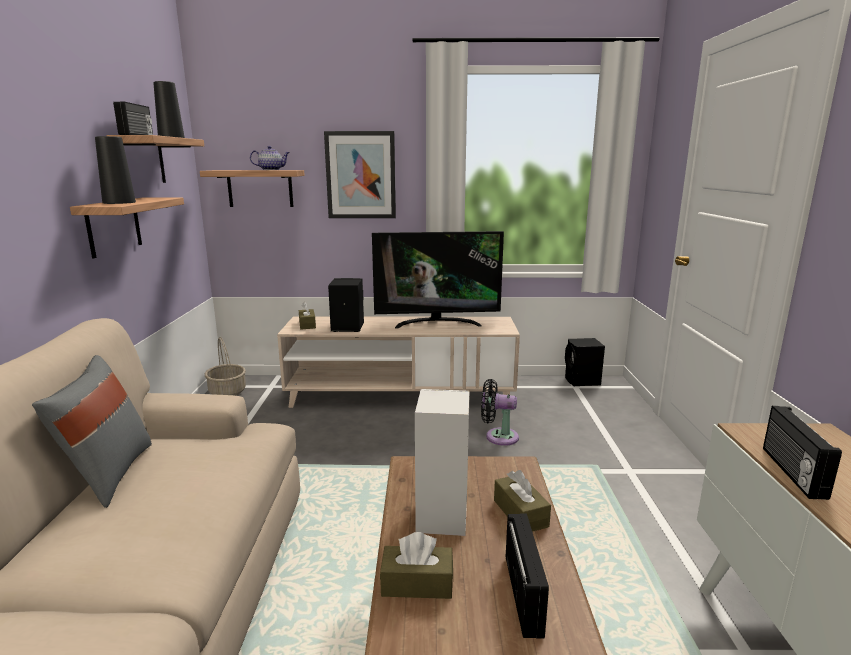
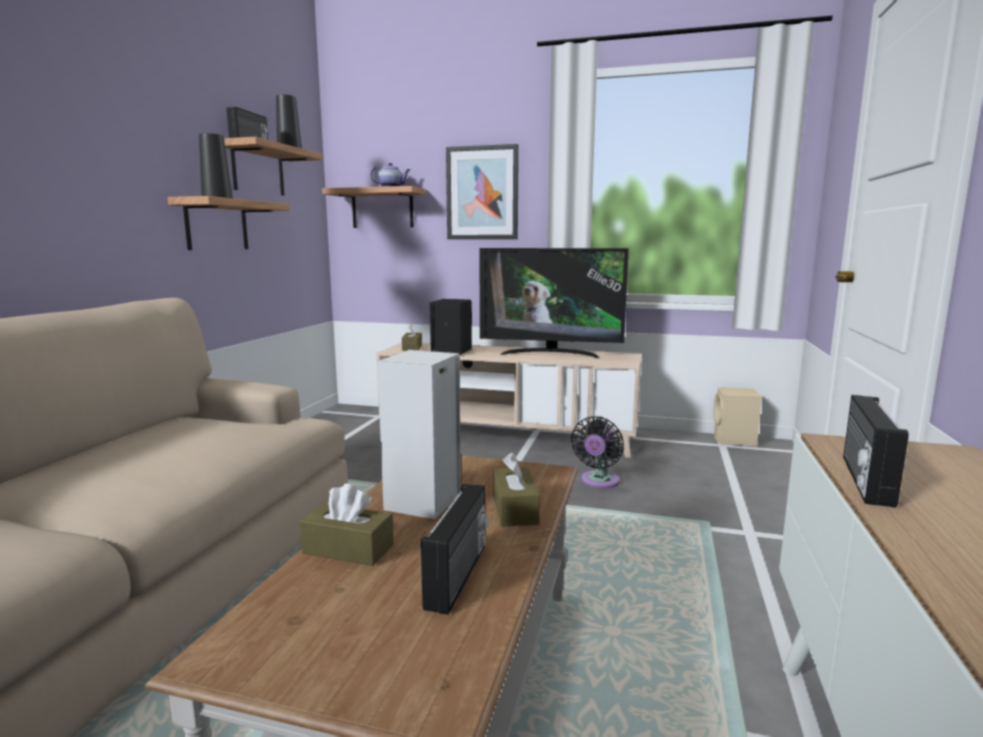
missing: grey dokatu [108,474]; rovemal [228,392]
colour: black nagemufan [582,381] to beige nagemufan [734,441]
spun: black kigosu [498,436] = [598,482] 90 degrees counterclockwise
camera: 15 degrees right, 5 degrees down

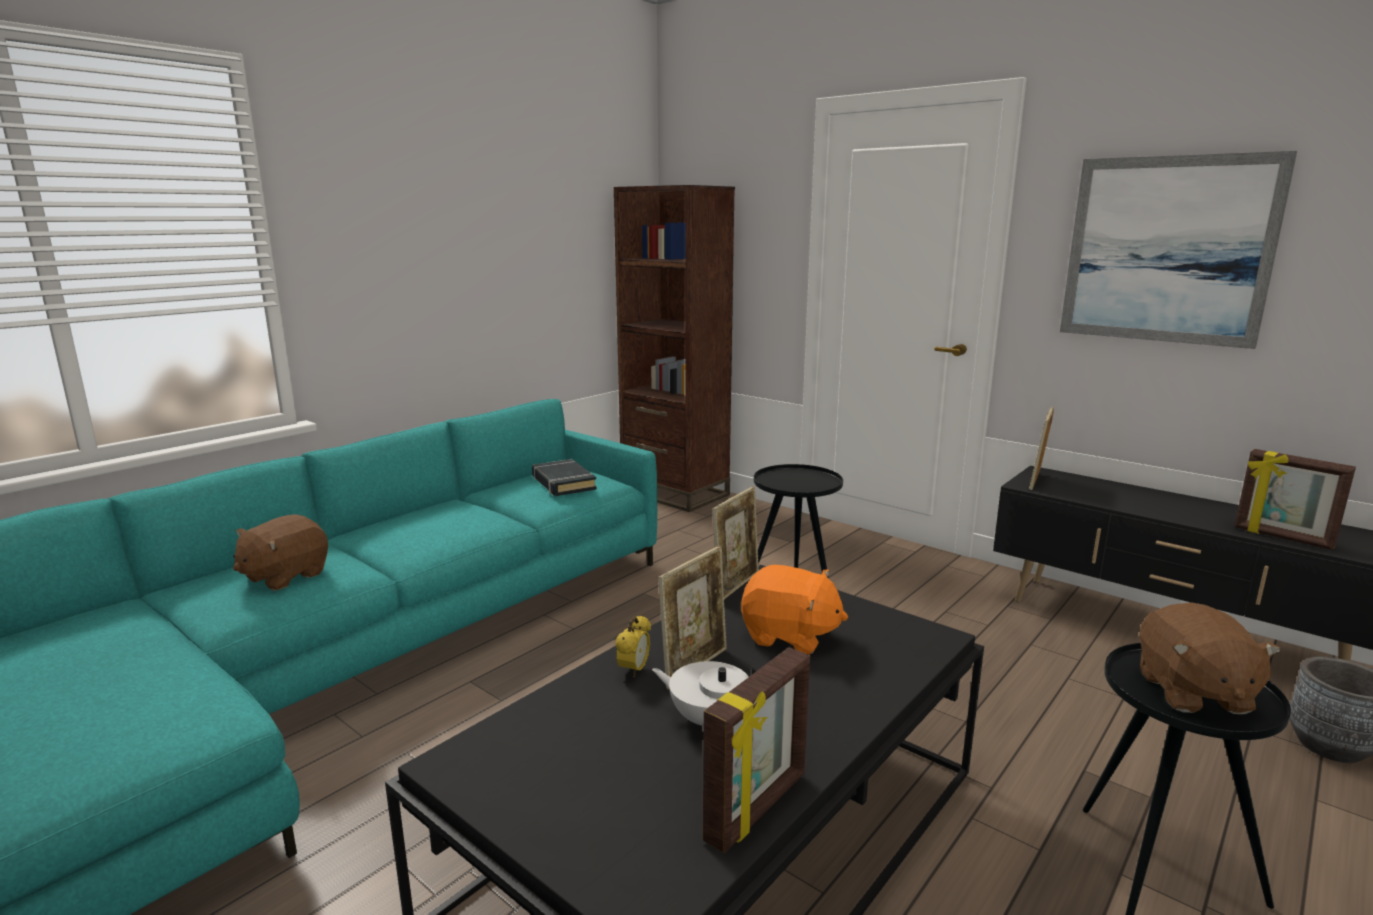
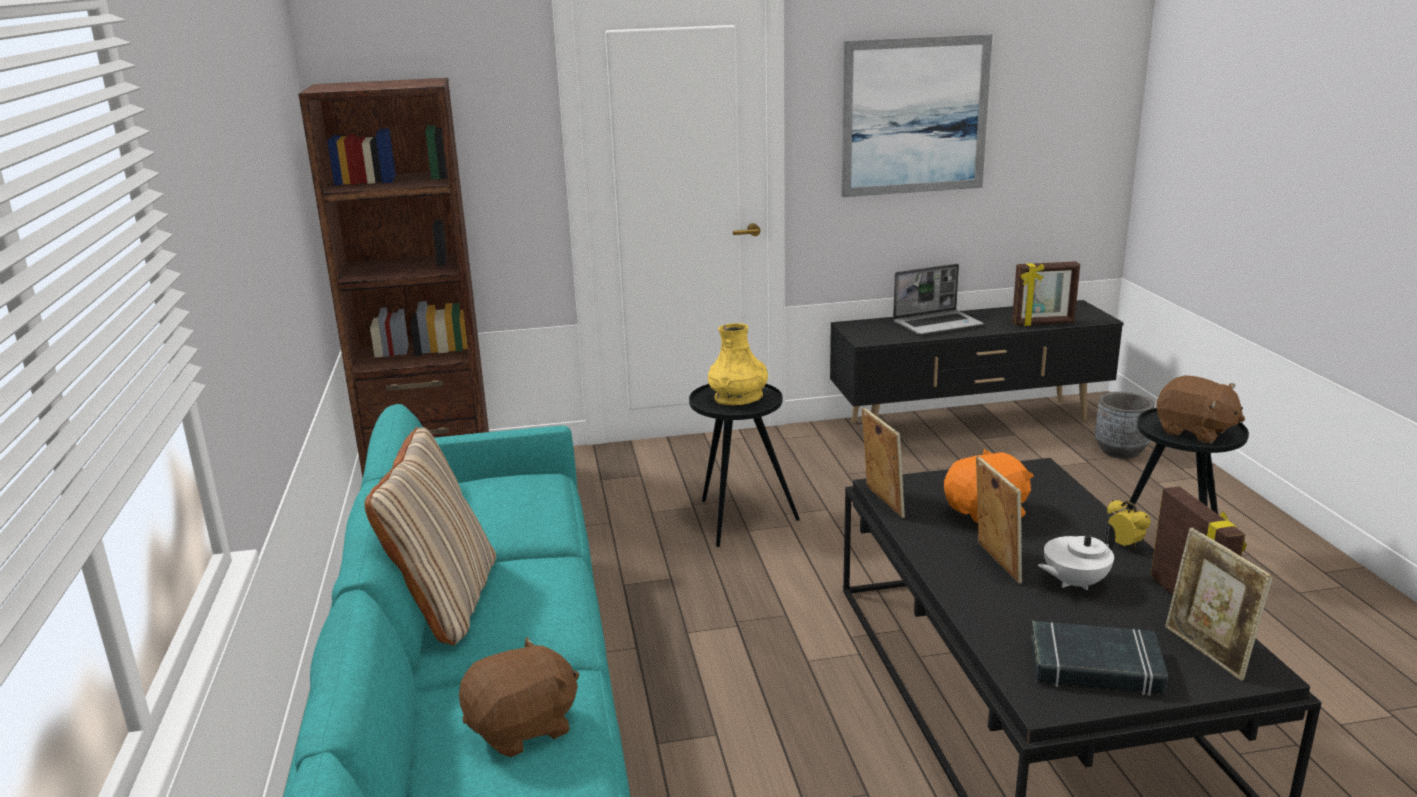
appeared: beige dokatu [445,602]; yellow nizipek [738,398]; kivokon [937,324]
relocated: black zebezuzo [563,483] to [1095,667]; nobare [634,670] to [1124,545]; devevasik [1036,481] to [1207,652]
spun: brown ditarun [285,576] = [523,728] 105 degrees counterclockwise
camera: 50 degrees left, 5 degrees up

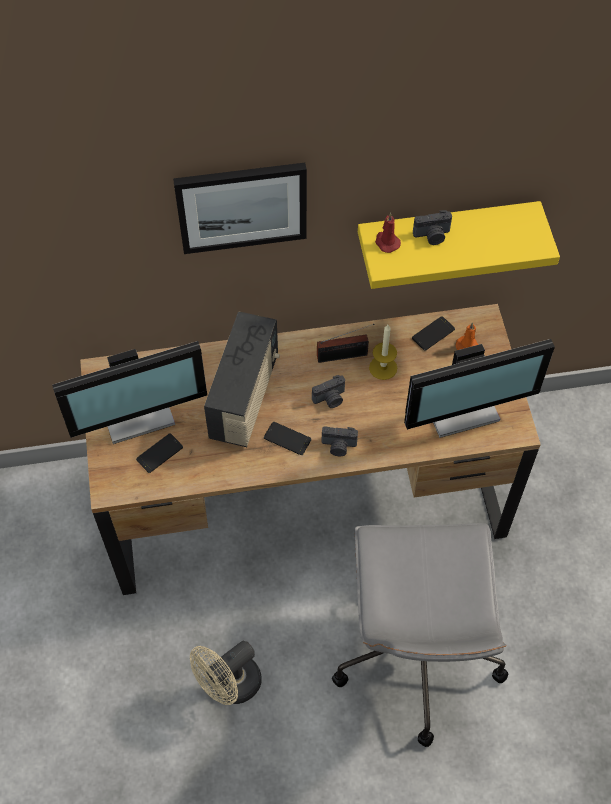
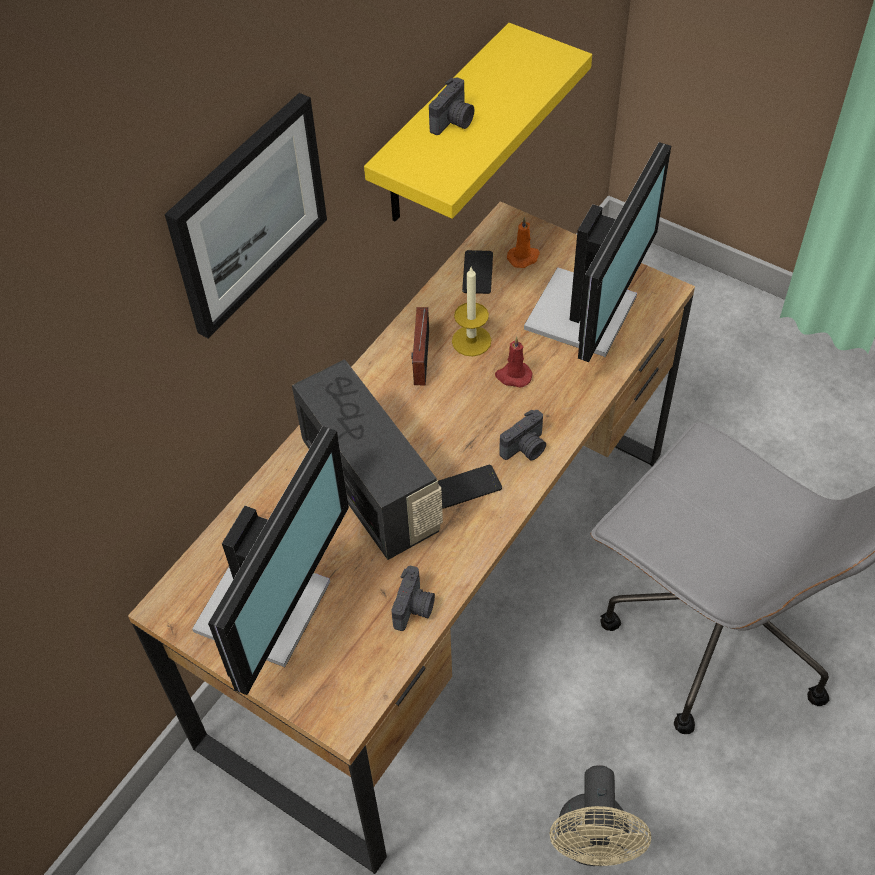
missing: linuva [159,453]
relocated: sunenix [330,399] to [414,608]; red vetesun [386,242] to [513,376]
spun: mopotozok [345,355] = [420,361] 150 degrees clockwise
camera: 45 degrees left, 5 degrees down

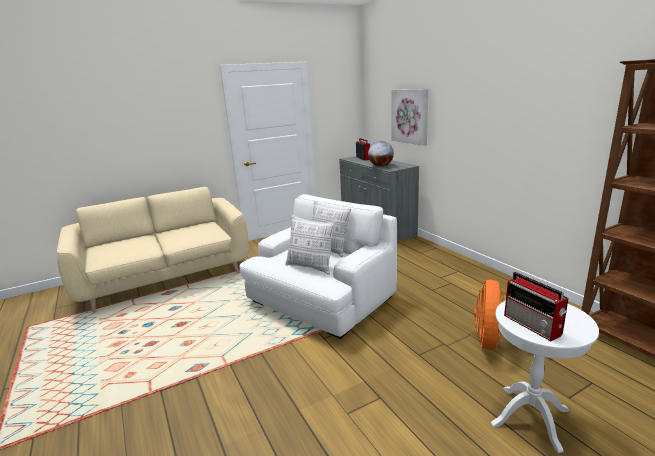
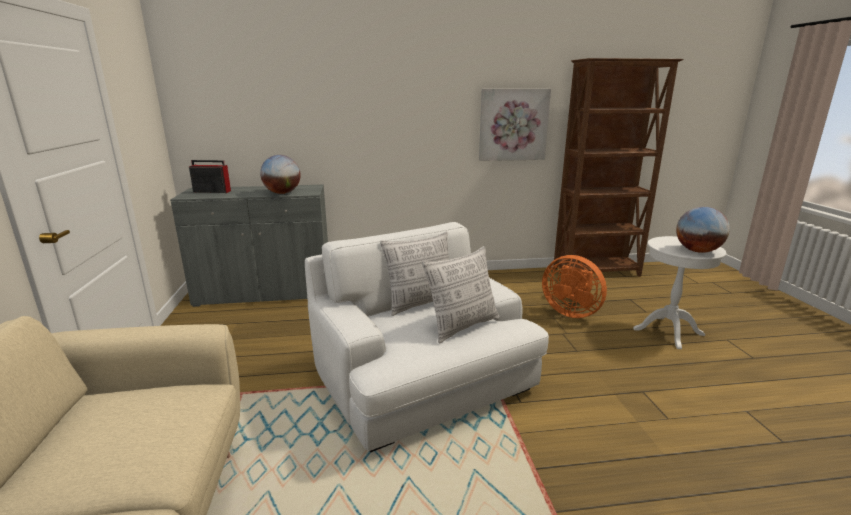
relocated: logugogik [410,116] to [513,125]
exchanged: mopotozok [533,326] to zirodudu [697,251]
camera: 70 degrees left, 0 degrees up

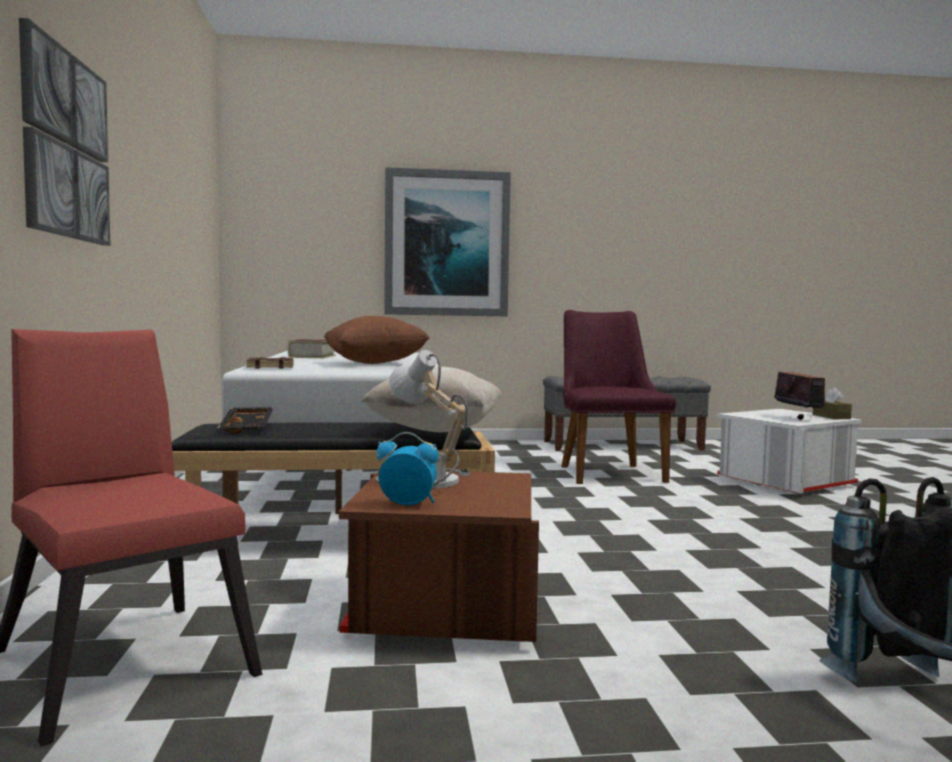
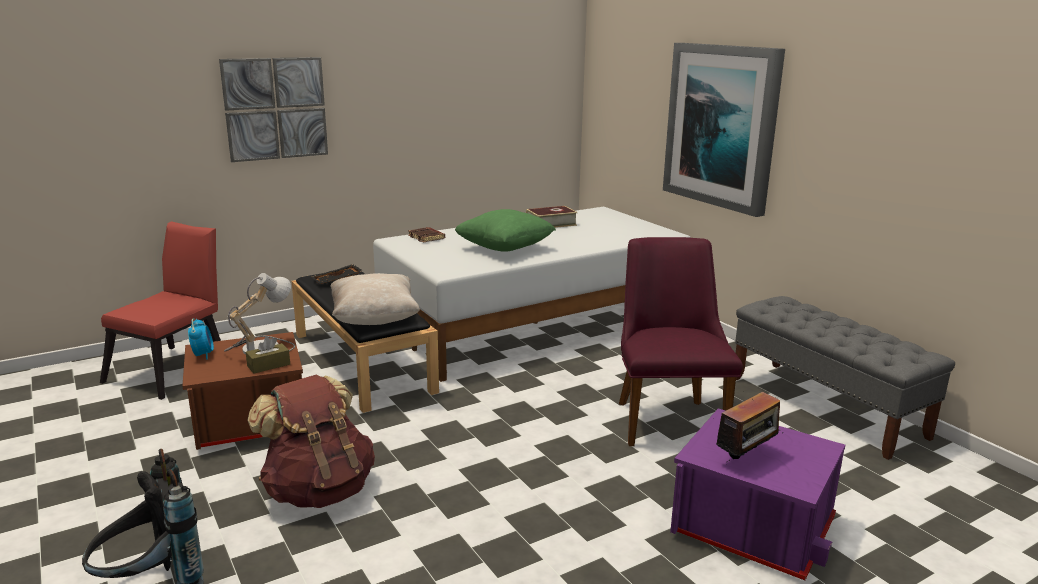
appeared: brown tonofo [319,490]
relocated: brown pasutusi [831,416] to [268,365]
colour: brown dokatu [375,364] to green dokatu [504,249]; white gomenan [783,482] to purple gomenan [752,525]
spun: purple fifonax [607,472] = [666,417] 60 degrees counterclockwise
camera: 65 degrees right, 15 degrees up

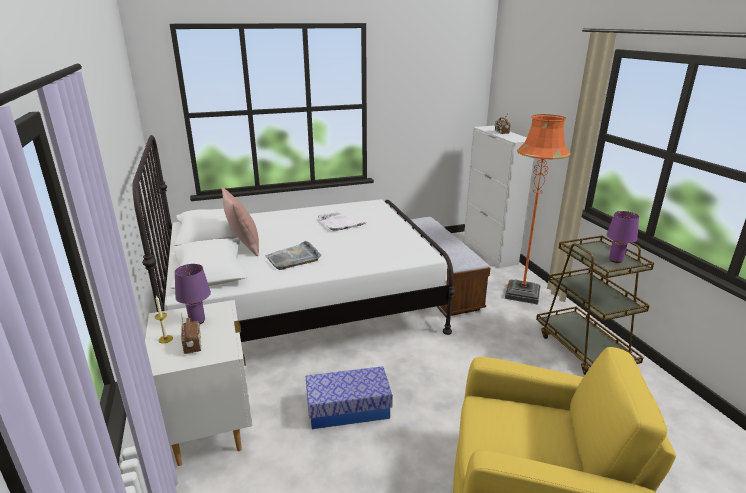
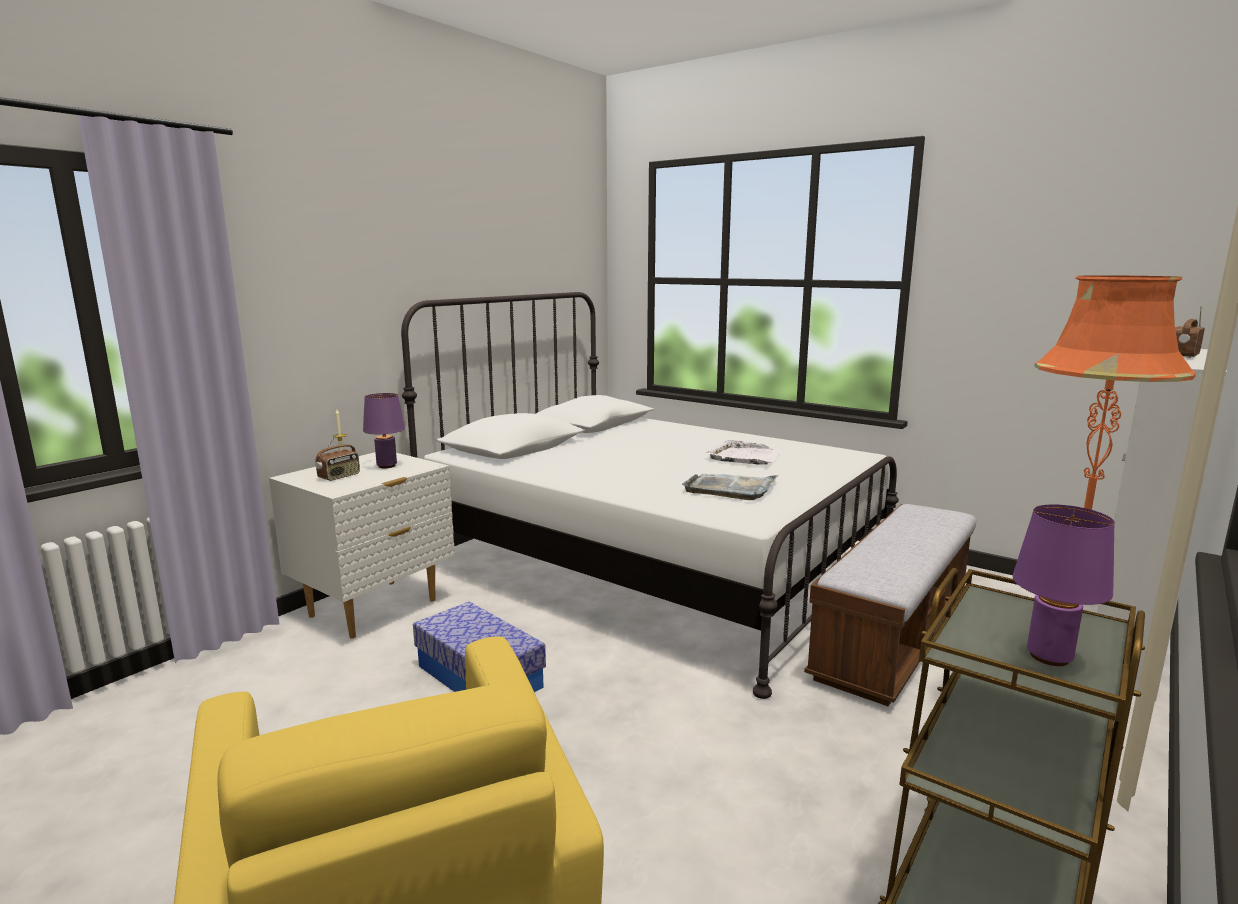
missing: pink dokatu [243,246]
relocated: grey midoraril [293,258] to [731,488]
camera: 55 degrees right, 10 degrees down

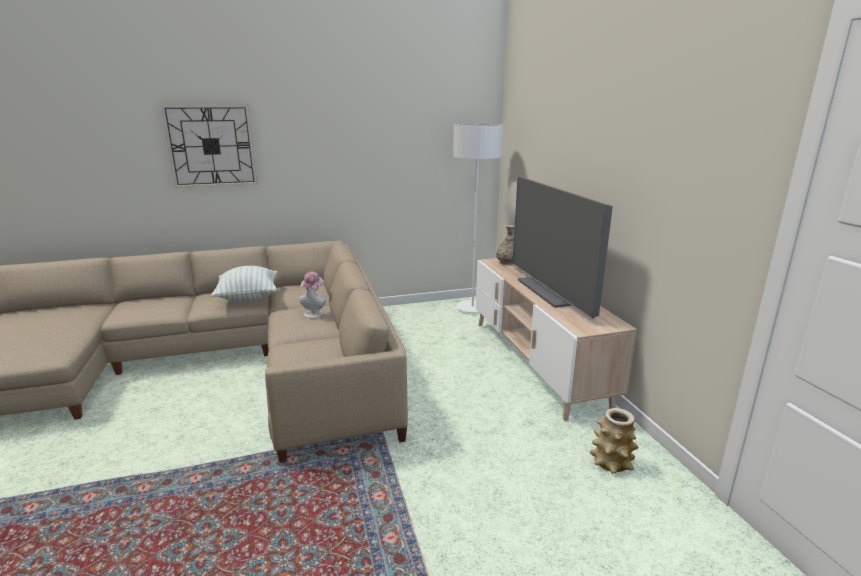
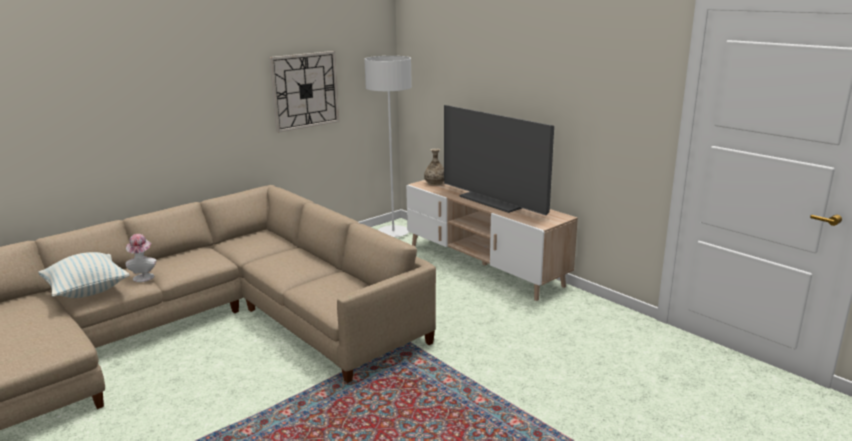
missing: nizipek [611,462]
relocated: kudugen [211,146] to [305,91]; dokatu [248,298] to [87,291]; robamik [314,313] to [144,276]
camera: 25 degrees left, 0 degrees up

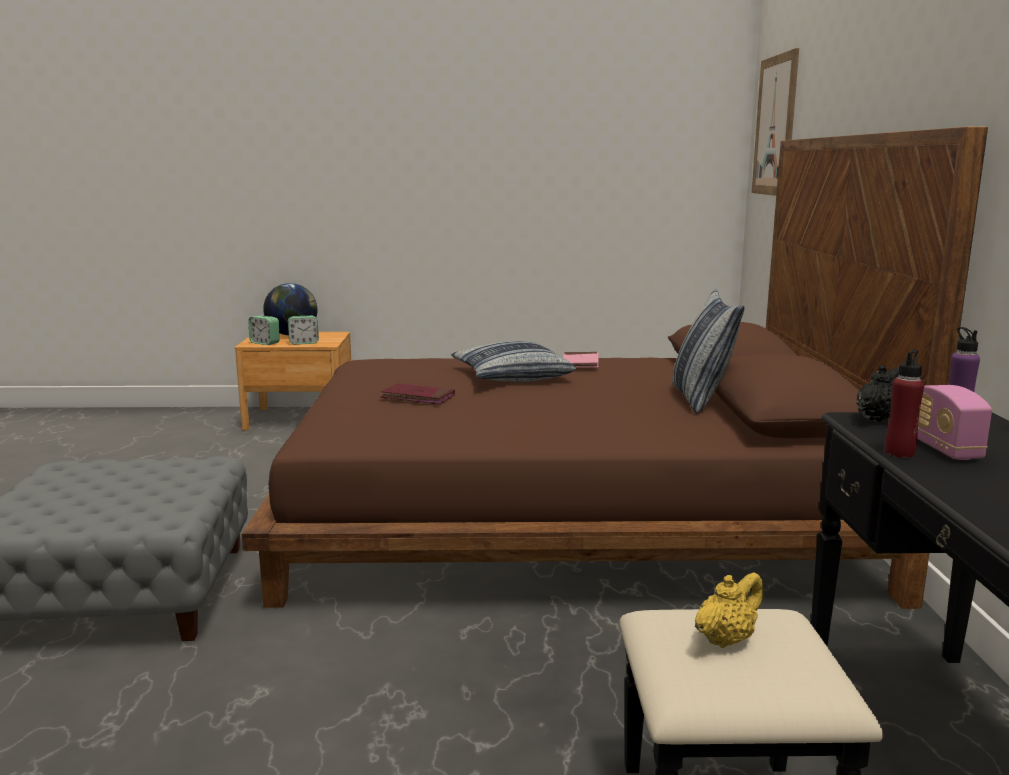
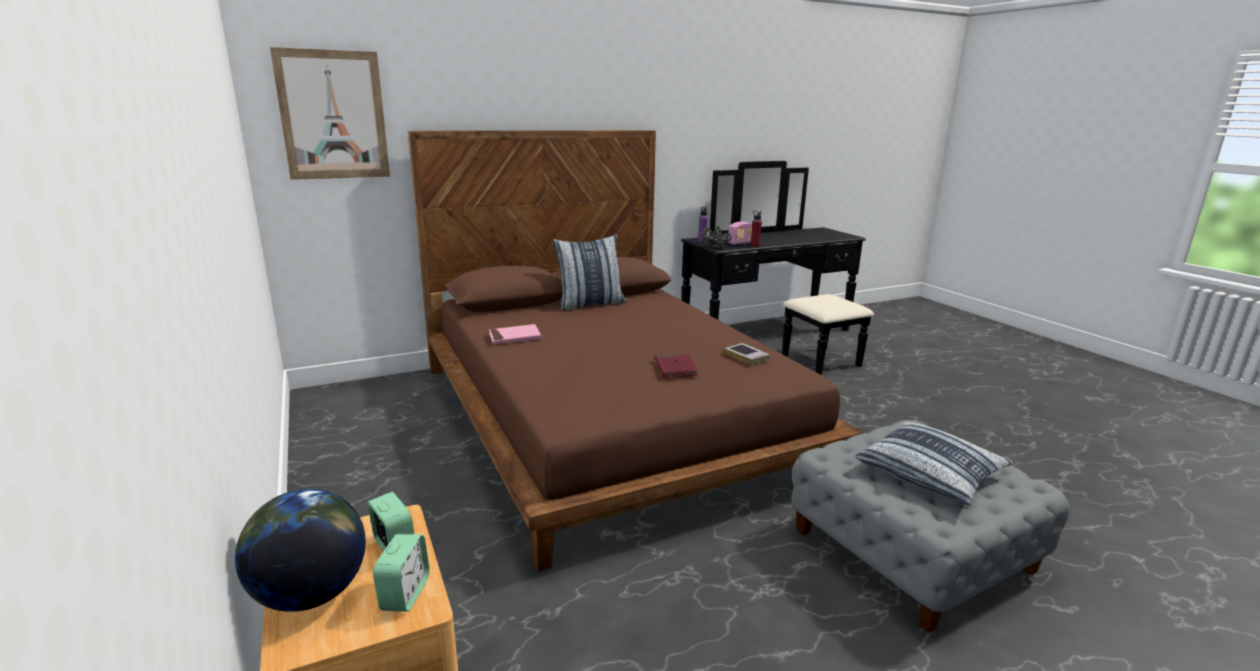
missing: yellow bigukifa [726,639]
appeared: zebezuzo [746,357]
relocated: dokatu [511,376] to [930,474]
camera: 115 degrees left, 5 degrees up

